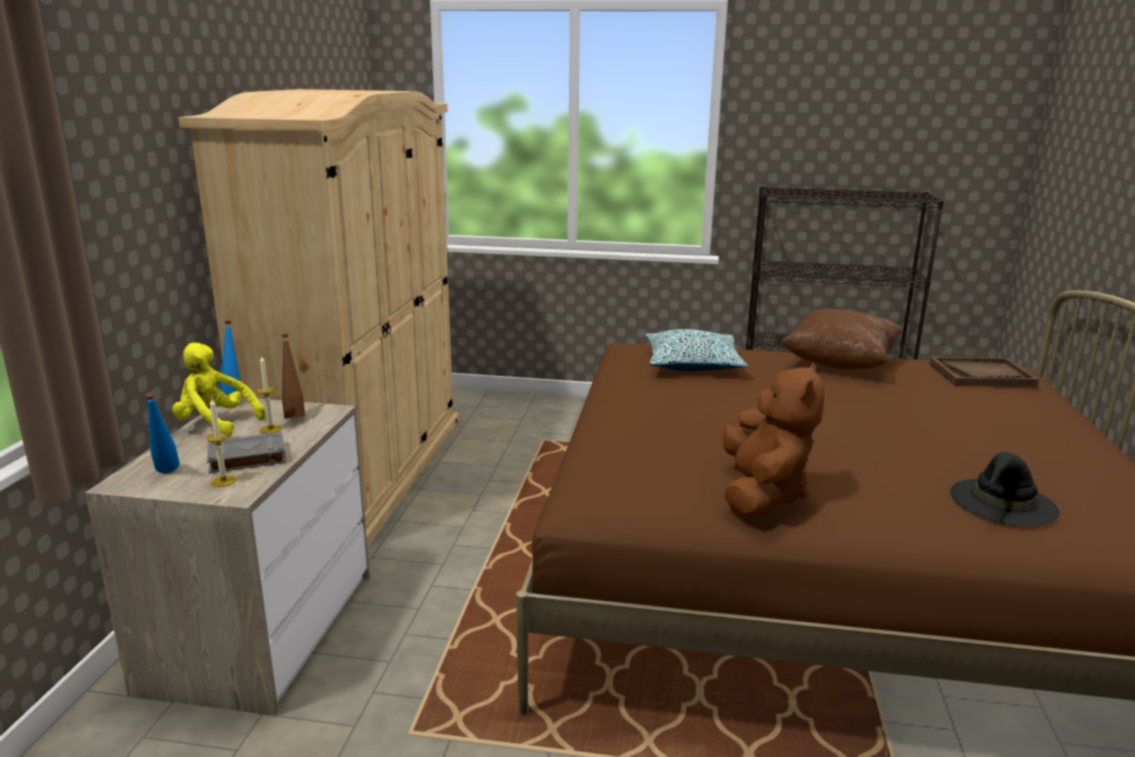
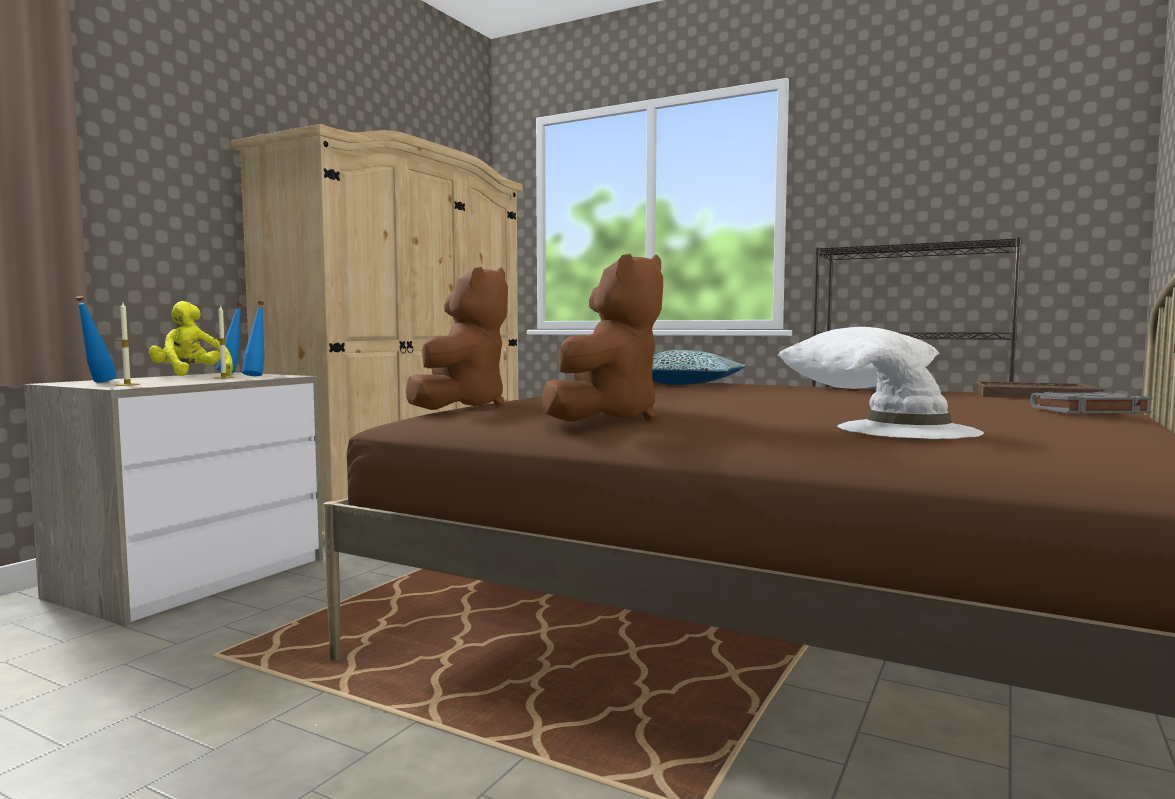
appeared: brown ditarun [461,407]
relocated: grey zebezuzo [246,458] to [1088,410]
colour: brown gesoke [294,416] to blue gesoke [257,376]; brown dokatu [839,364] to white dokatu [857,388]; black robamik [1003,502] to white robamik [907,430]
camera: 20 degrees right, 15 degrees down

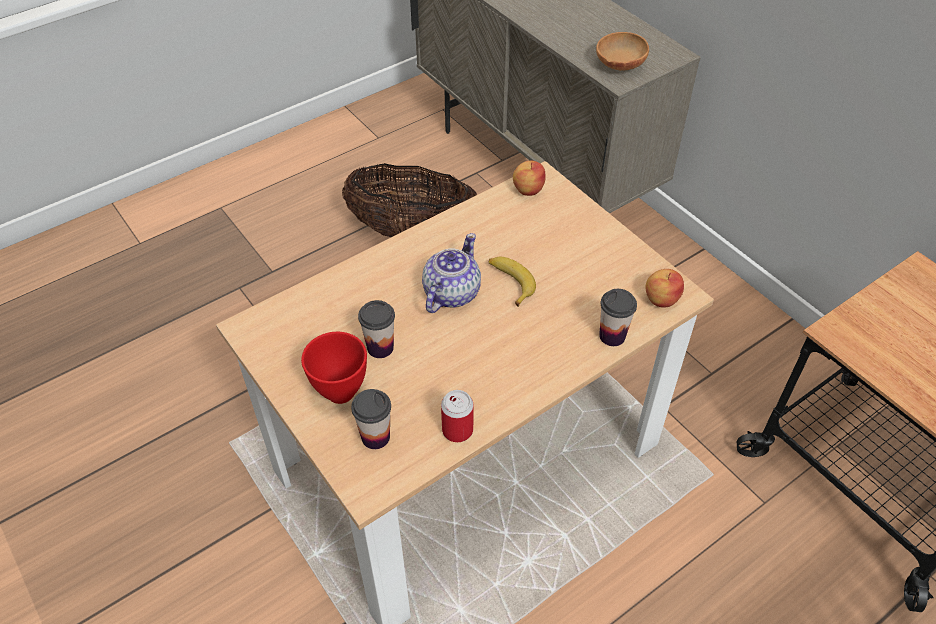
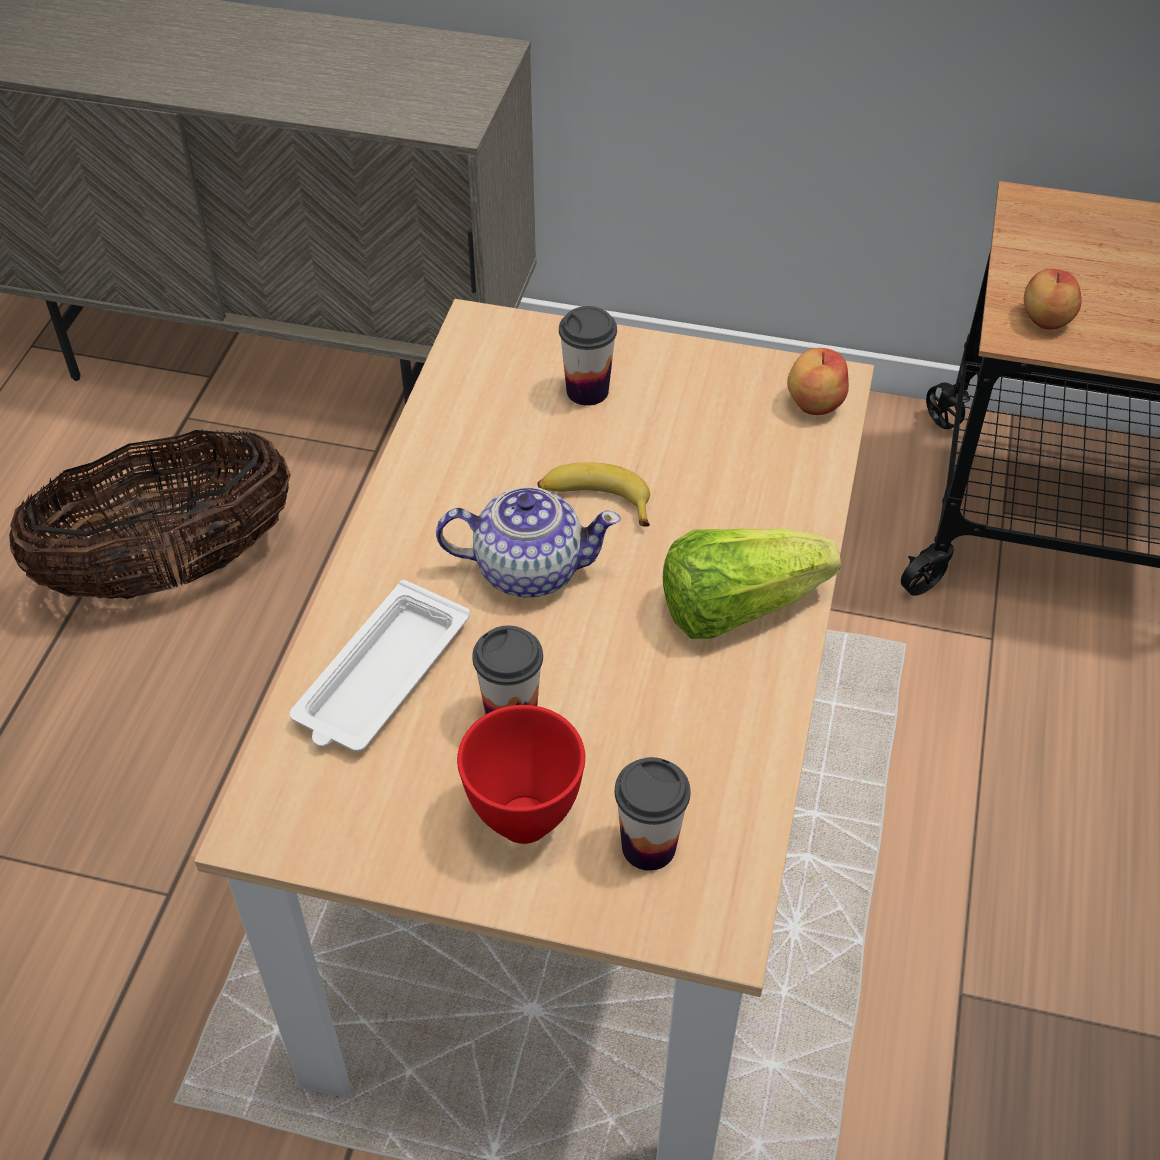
missing: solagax [457,430]; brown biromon [619,66]
appeared: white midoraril [381,677]; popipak [736,607]
relocated: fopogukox [528,189] to [1045,319]; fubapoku [612,336] to [587,391]
spun: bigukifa [450,293] = [528,569] 105 degrees clockwise
camera: 40 degrees left, 0 degrees up

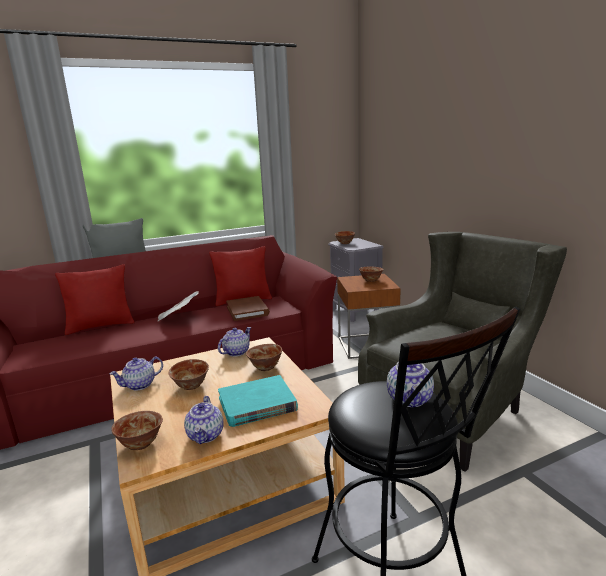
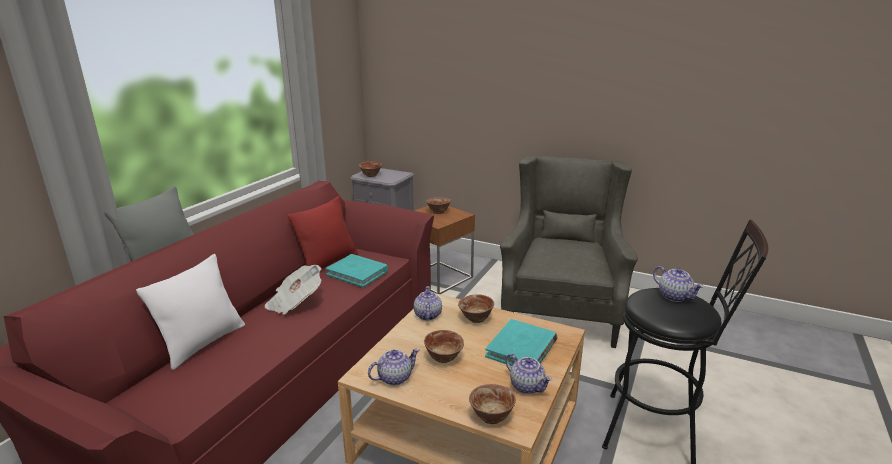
colour: red dokatu [101,326] to white dokatu [203,343]; brown zebezuzo [247,310] to turquoise zebezuzo [357,273]
spun: bigukifa [140,385] = [395,377] 135 degrees counterclockwise
camera: 40 degrees left, 5 degrees up

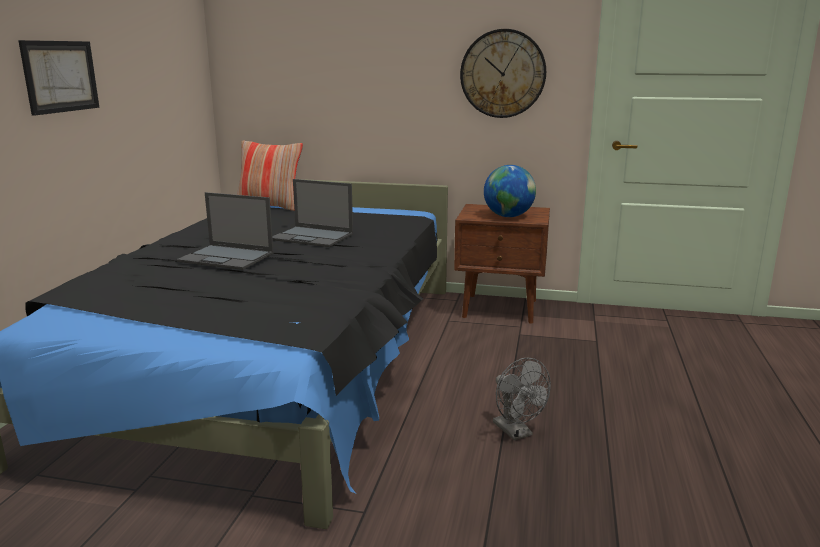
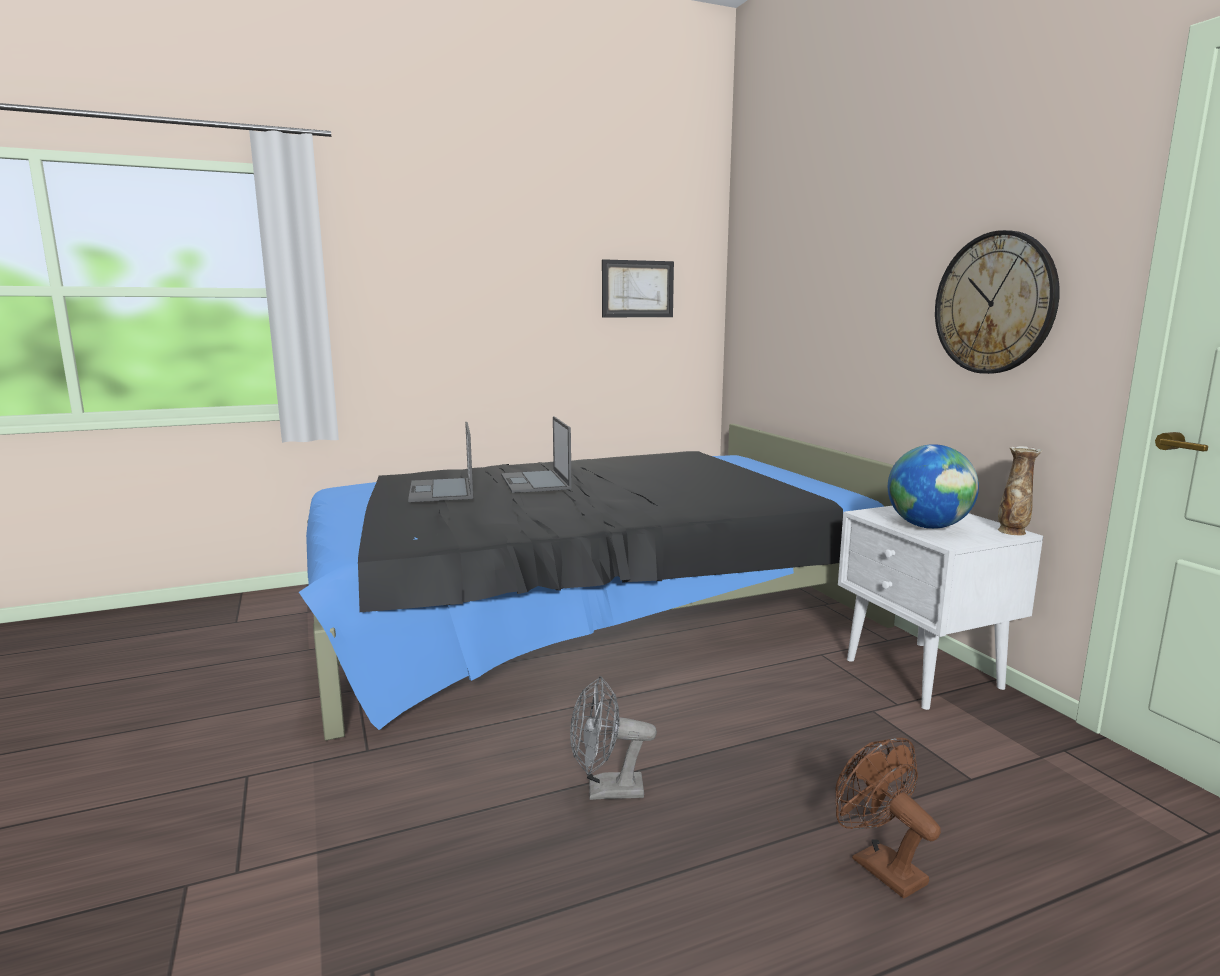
missing: dokatu [270,206]
appeared: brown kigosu [879,865]; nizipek [1012,532]
relocated: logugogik [60,76] to [637,289]; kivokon [313,237] to [441,491]
colour: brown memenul [501,309] to white memenul [923,674]
spun: grey kigosu [516,432] = [606,791] 60 degrees clockwise
camera: 55 degrees right, 5 degrees down

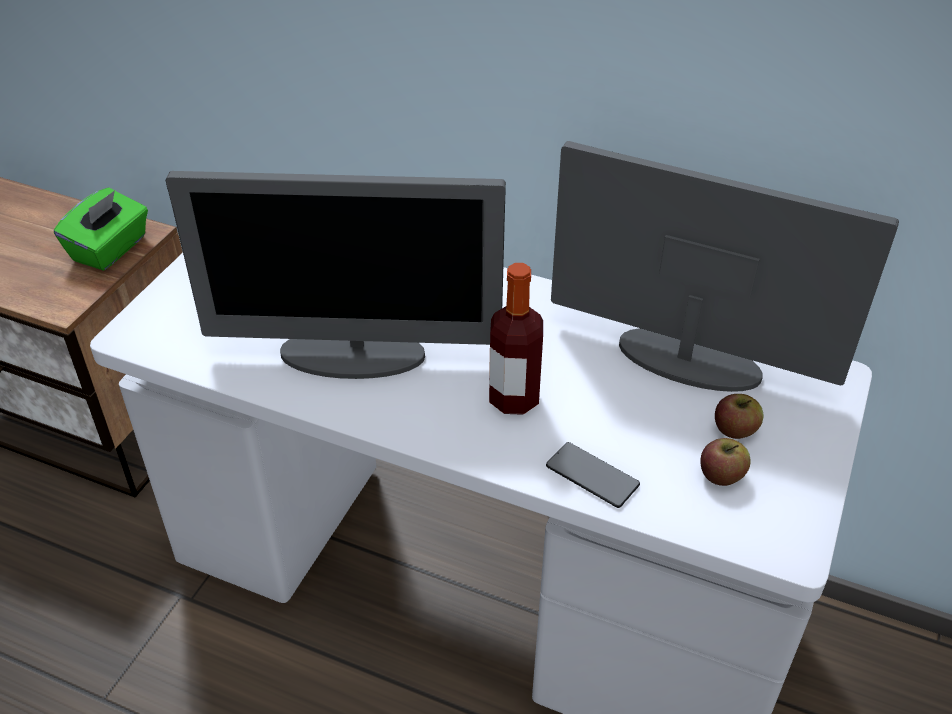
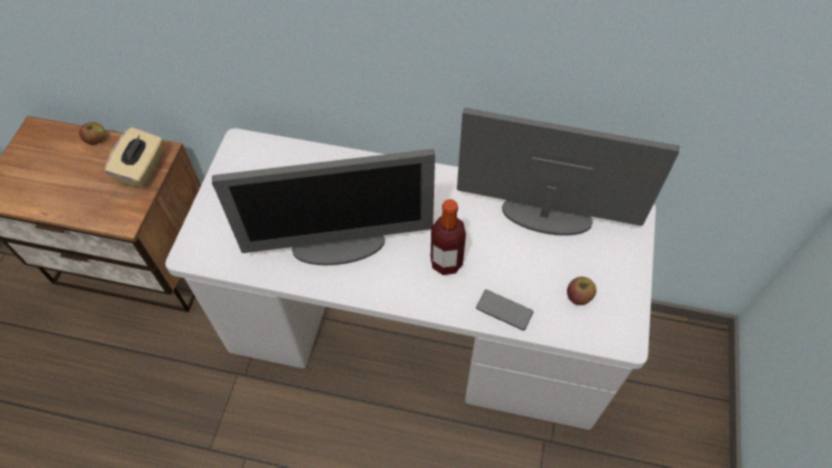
relocated: fopogukox [735,429] to [96,139]
colour: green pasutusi [110,249] to beige pasutusi [142,169]
camera: 10 degrees left, 15 degrees up

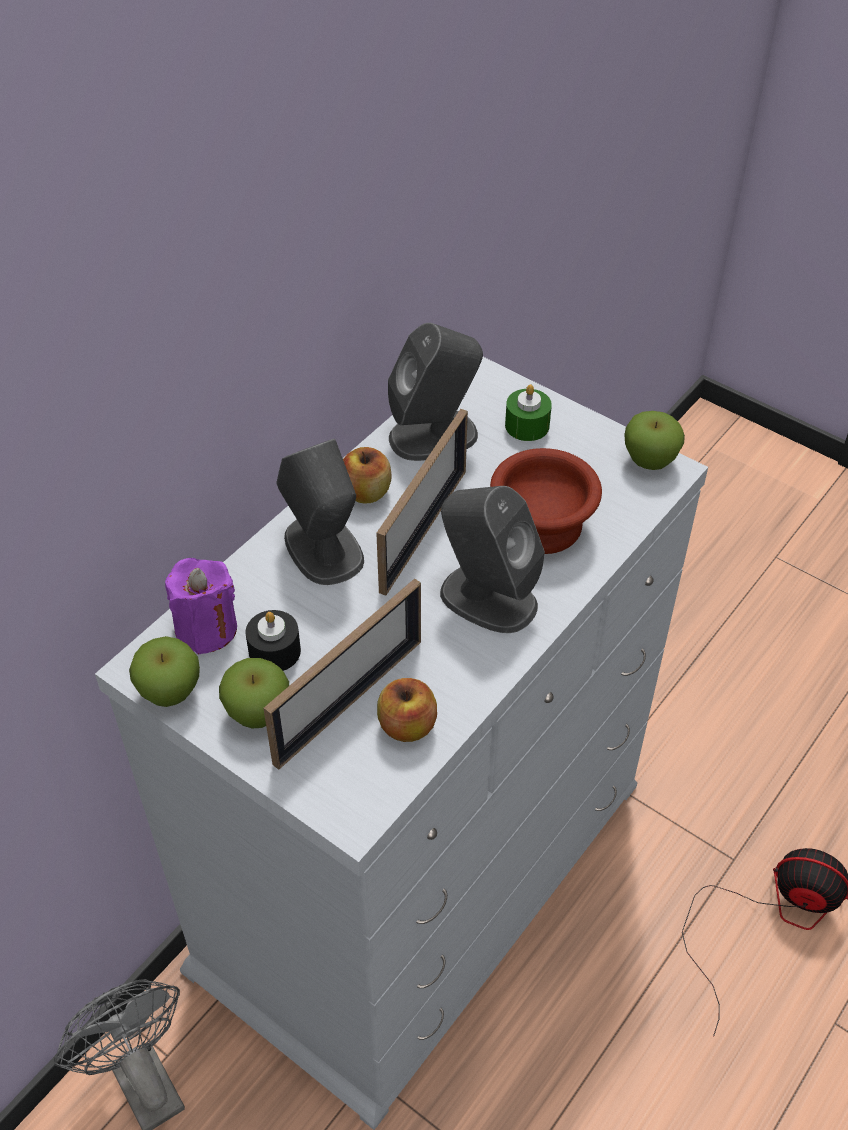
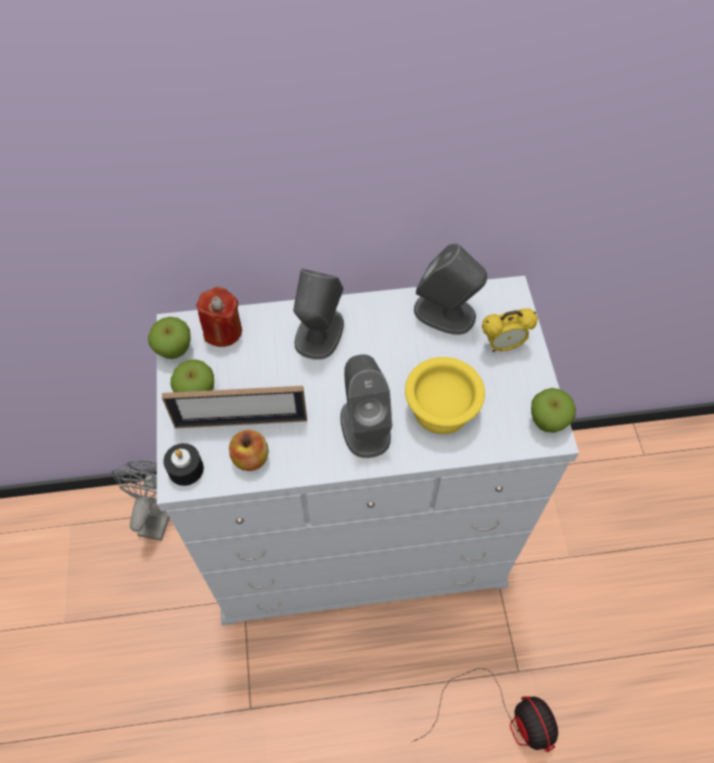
missing: fopogukox [366,492]; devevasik [423,530]
relocated: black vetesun [274,651] to [186,469]
exchanged: green vetesun [527,425] to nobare [503,346]
colour: purple vetesun [206,629] to red vetesun [223,331]; brown biromon [540,523] to yellow biromon [441,407]
camera: 45 degrees right, 10 degrees up

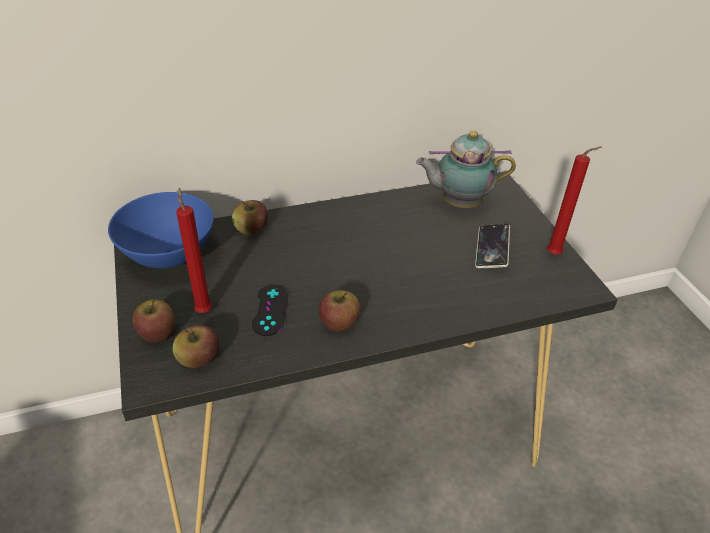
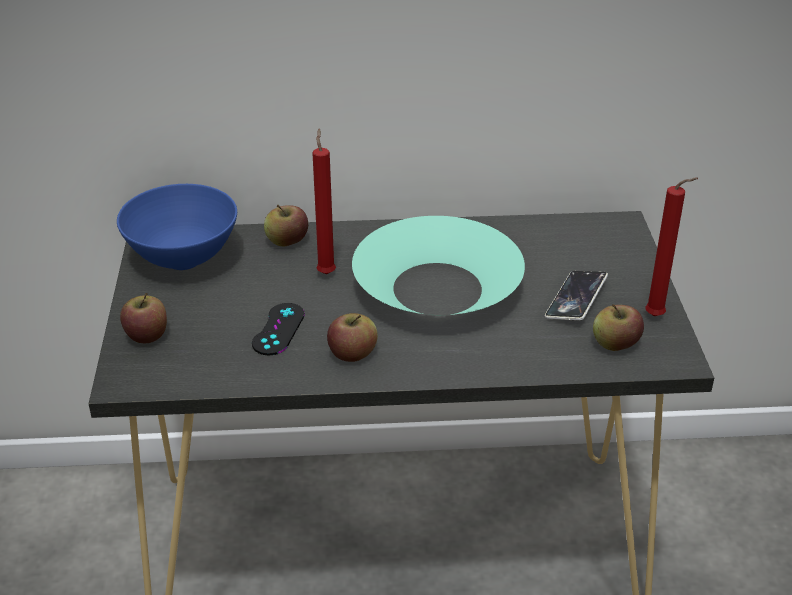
missing: bigukifa [458,203]
appeared: turquoise biromon [436,288]
relocated: fopogukox [199,359] to [615,344]; red vetesun [203,309] to [326,272]
camera: 15 degrees right, 5 degrees down

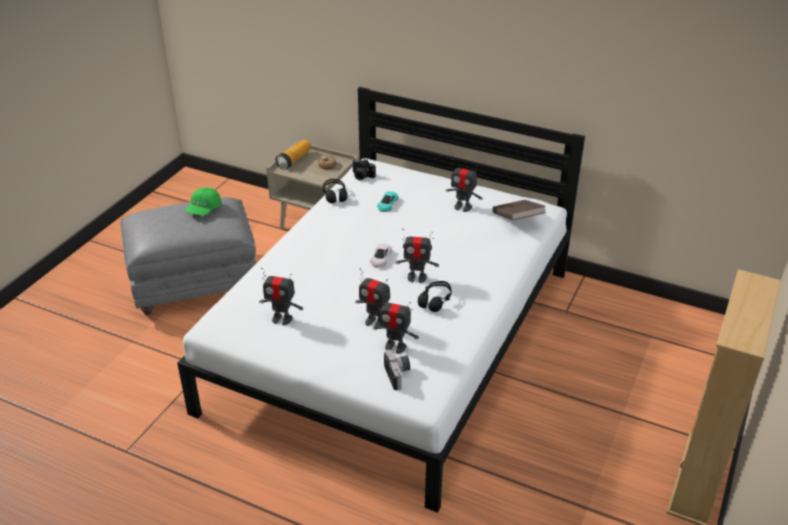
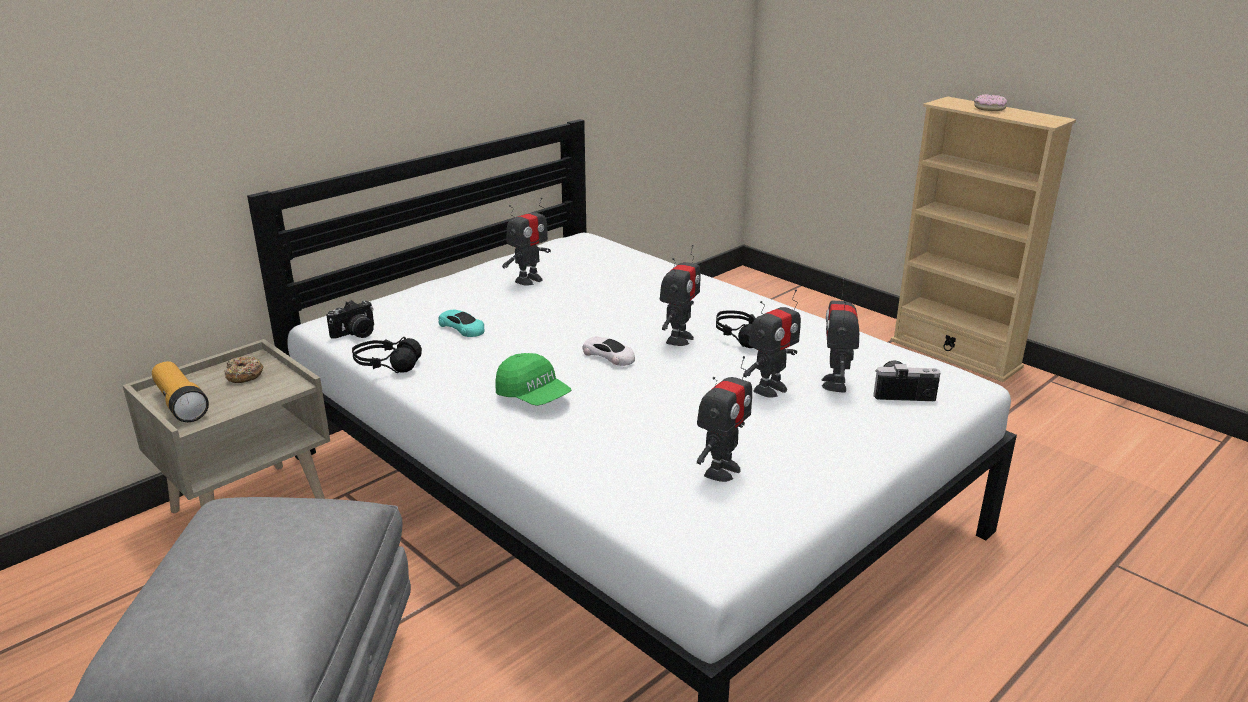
missing: brown zebezuzo [517,220]
appeared: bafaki [989,108]
relocated: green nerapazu [204,209] to [533,396]
spun: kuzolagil [395,347] = [836,384] 150 degrees clockwise
camera: 70 degrees left, 10 degrees down

